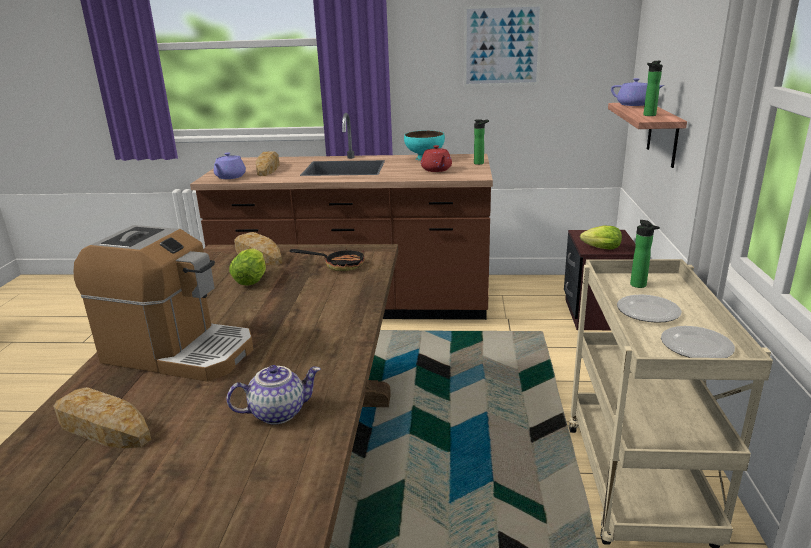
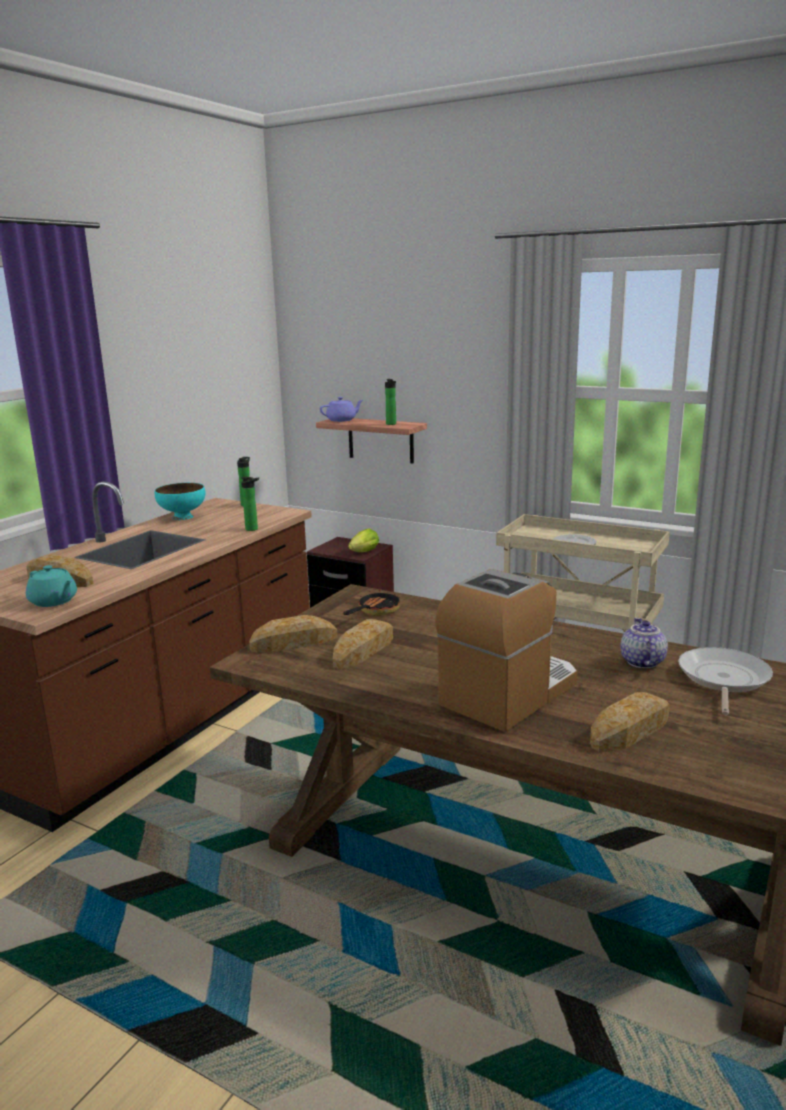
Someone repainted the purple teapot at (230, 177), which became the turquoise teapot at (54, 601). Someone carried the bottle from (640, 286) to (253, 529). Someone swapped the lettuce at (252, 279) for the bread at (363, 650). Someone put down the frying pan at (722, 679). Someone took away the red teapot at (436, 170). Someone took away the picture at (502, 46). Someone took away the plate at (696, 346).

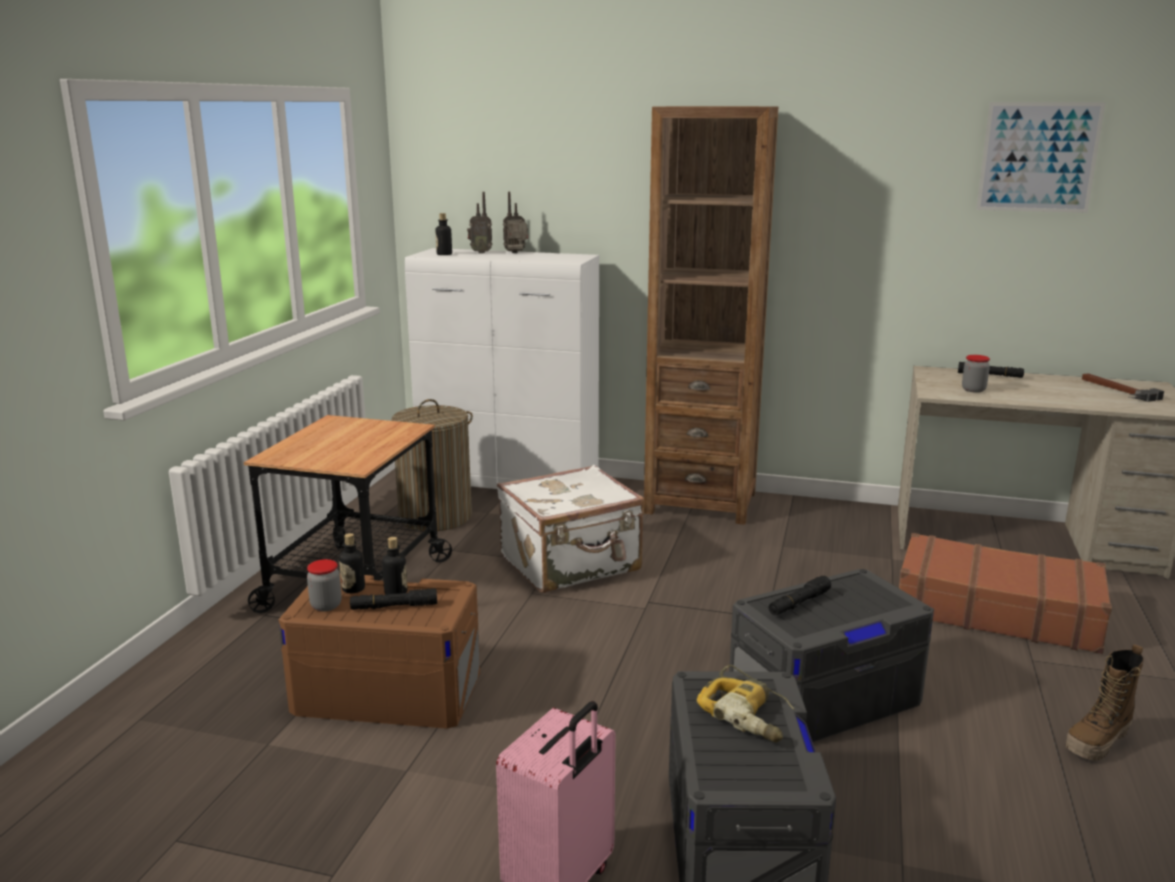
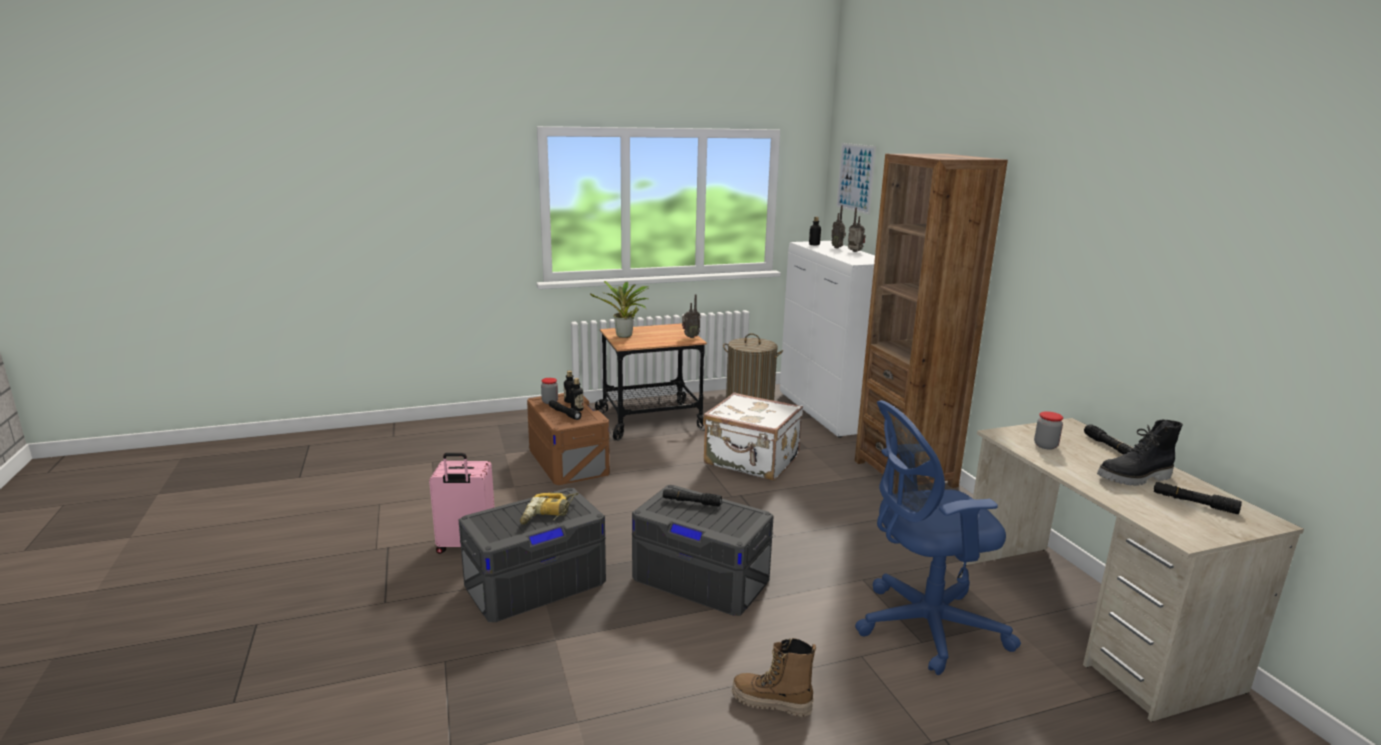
Someone put down the potted plant at (624, 336). Someone put down the radio at (690, 337). Someone carried the picture from (1038, 157) to (855, 178). Someone swapped the brown suitcase at (996, 611) for the blue office chair at (922, 627). Someone put down the black boot at (1135, 478). Someone swapped the hammer at (1116, 390) for the black flashlight at (1194, 503).

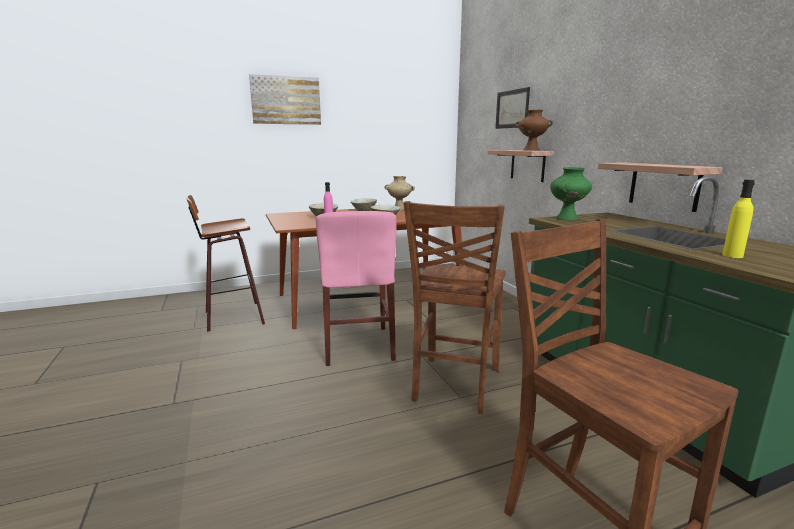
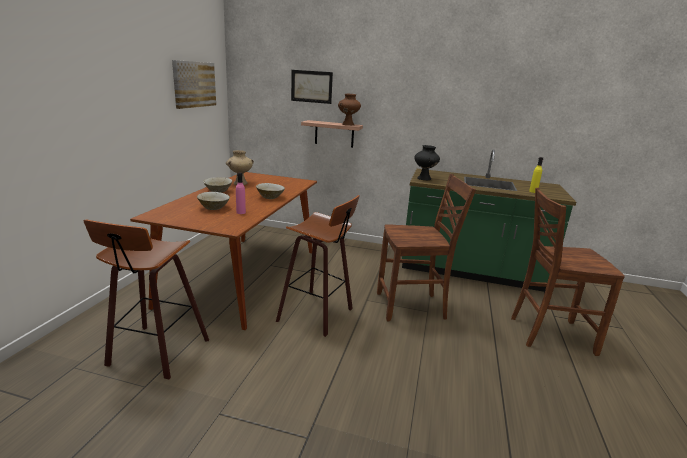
Someone carried the picture from (286, 100) to (194, 84). Someone swapped the pink chair at (358, 345) for the stool at (318, 314). Someone rotated the brown chair at (454, 385) by 60 degrees counterclockwise. Someone repainted the green vase at (567, 219), which became the black vase at (424, 178). Someone took away the shelf at (664, 185).

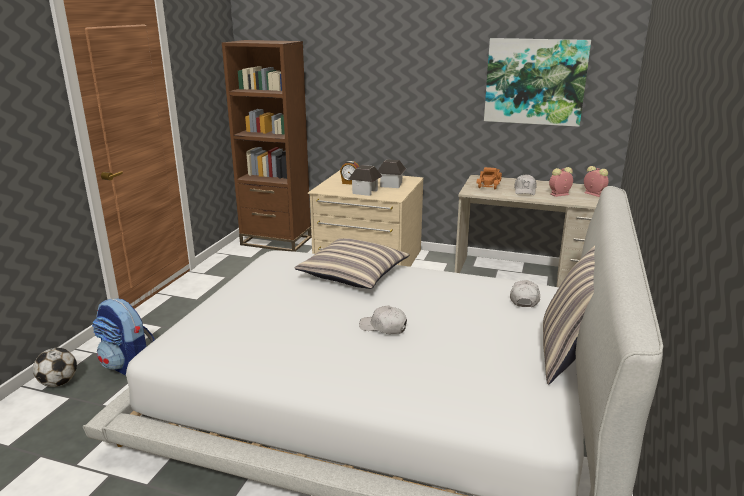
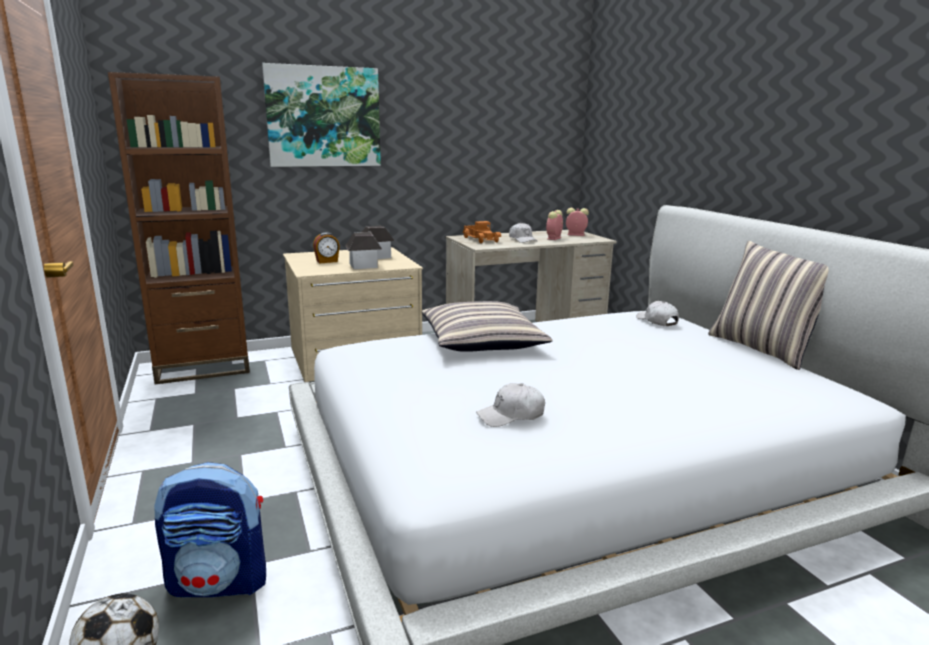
Someone carried the picture from (535, 82) to (323, 117). Someone carried the white cap from (383, 327) to (511, 416).

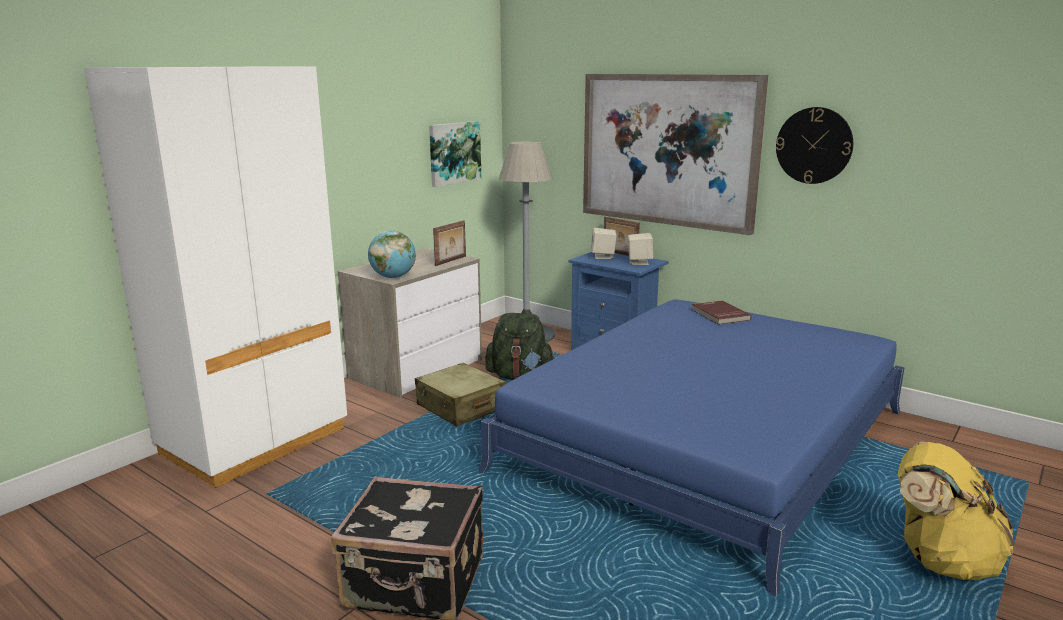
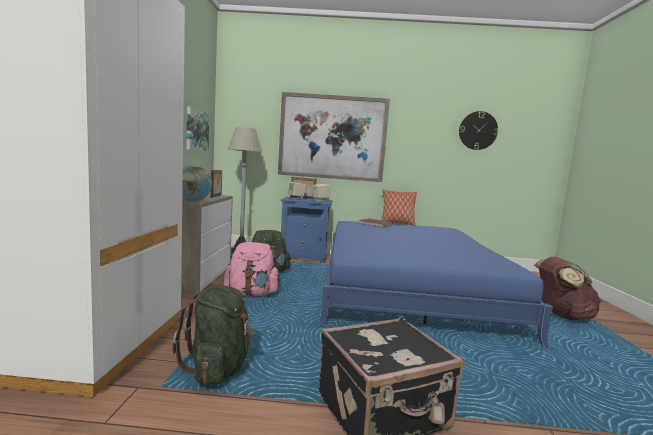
Someone put down the green backpack at (218, 368). Someone swapped the beige suitcase at (461, 407) for the pink backpack at (252, 294). Someone put down the pillow at (397, 223). Someone carried the wall clock from (814, 145) to (478, 130). Someone repainted the yellow backpack at (941, 560), which became the brown backpack at (562, 315).

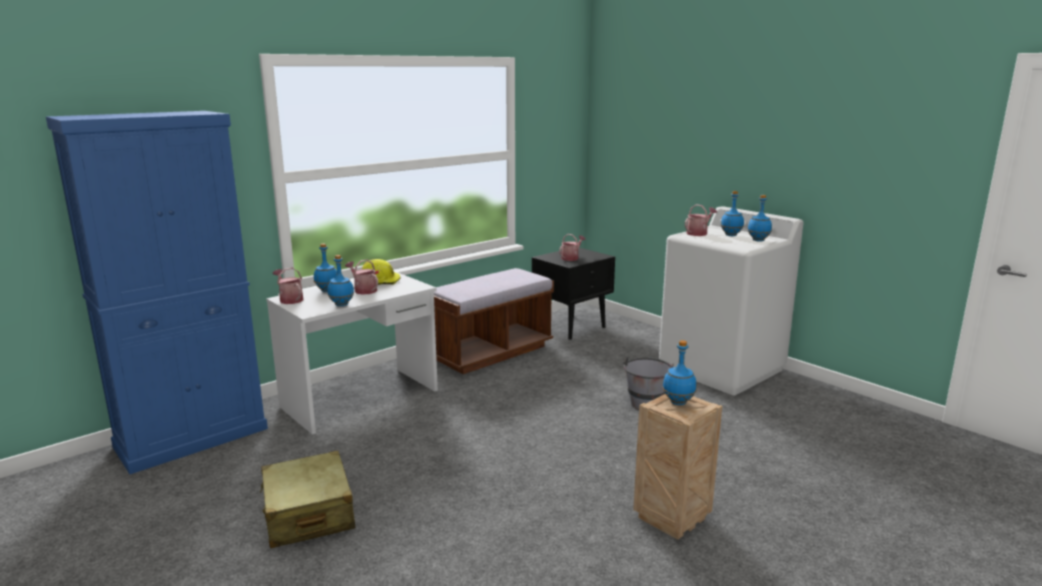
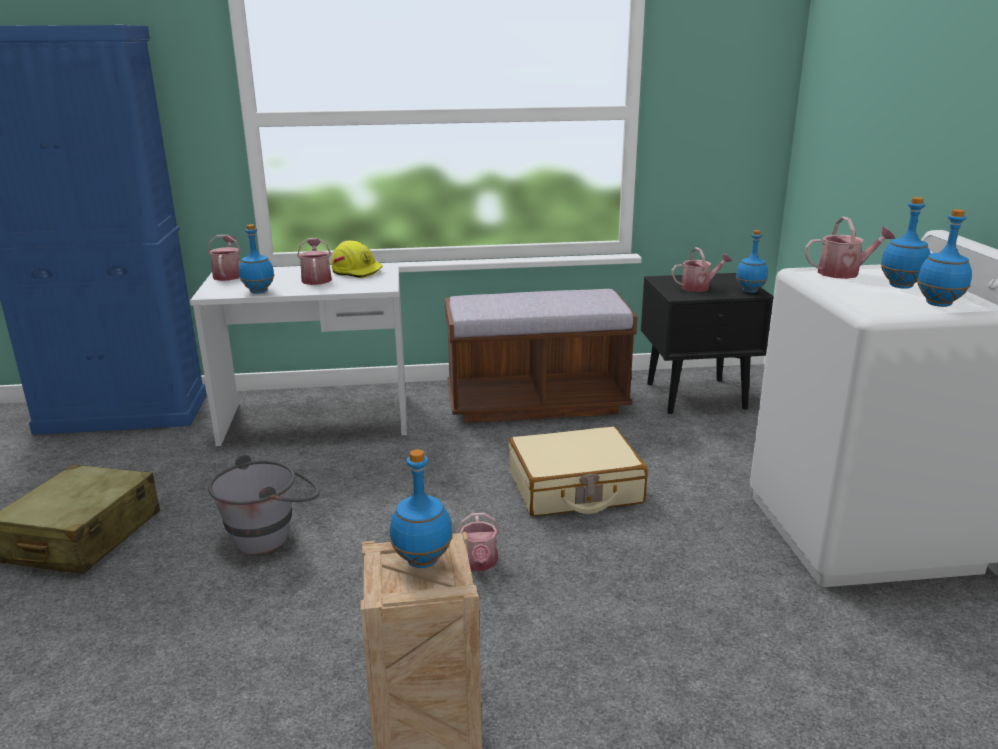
Someone carried the grey bucket from (647, 401) to (272, 534). Someone put down the watering can at (479, 564). Someone put down the beige suitcase at (574, 488). Someone carried the blue bottle from (327, 290) to (750, 291).

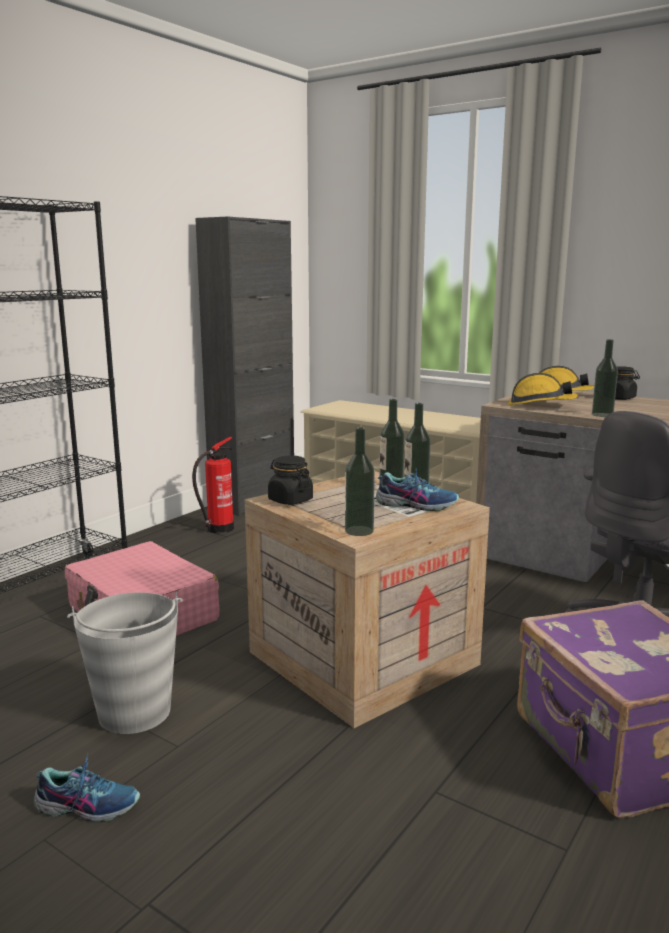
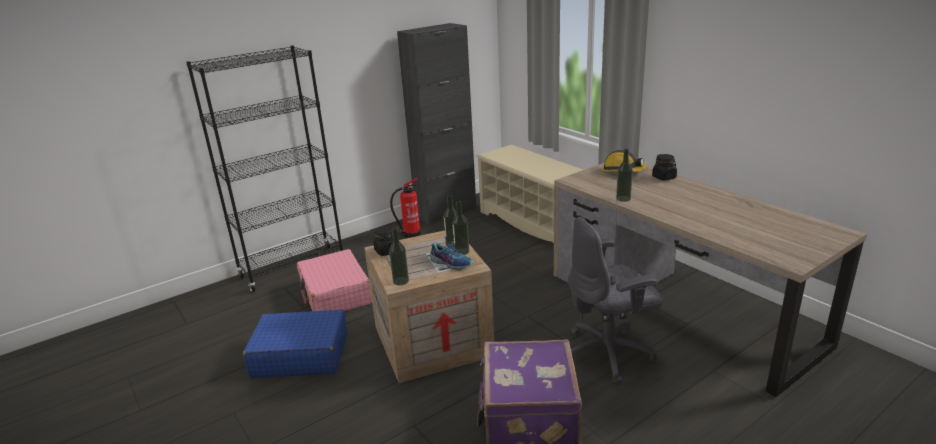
Someone swapped the grey bucket at (134, 713) for the blue suitcase at (300, 355). Someone took away the shoe at (88, 806). Someone took away the hard hat at (540, 405).

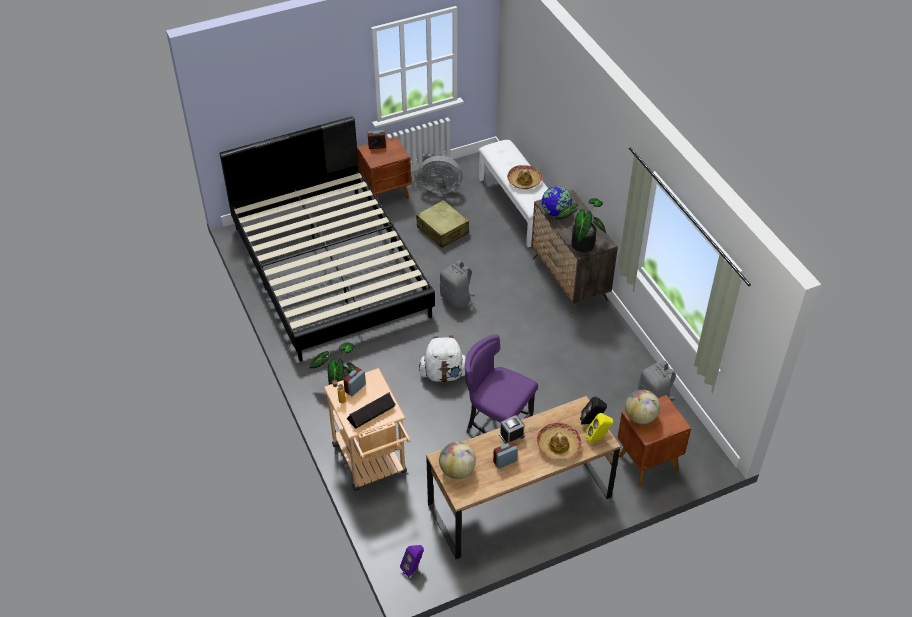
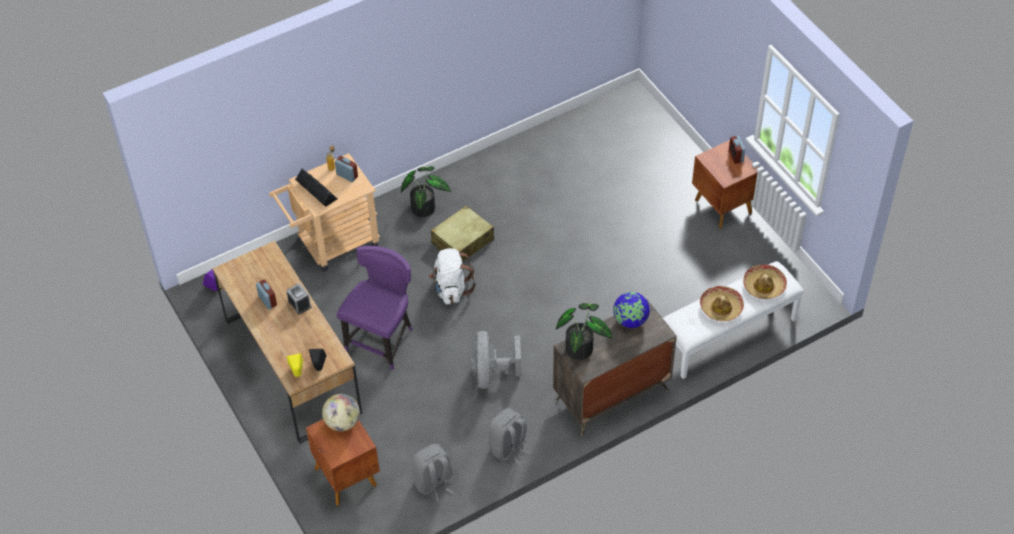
Someone carried the beige suitcase from (442, 230) to (462, 241). Someone carried the grey fan from (439, 188) to (491, 374). Someone carried the grey backpack from (456, 298) to (509, 447). Someone carried the hat from (558, 445) to (764, 286). Someone took away the black bed at (330, 270). Someone took away the globe at (457, 470).

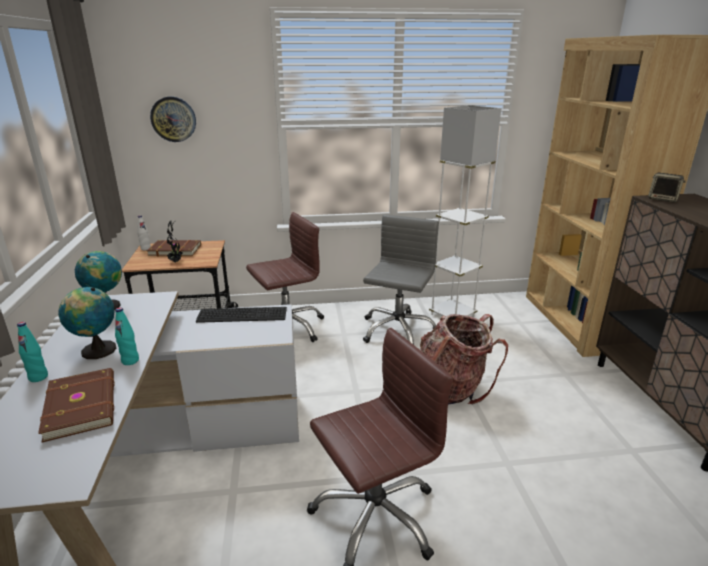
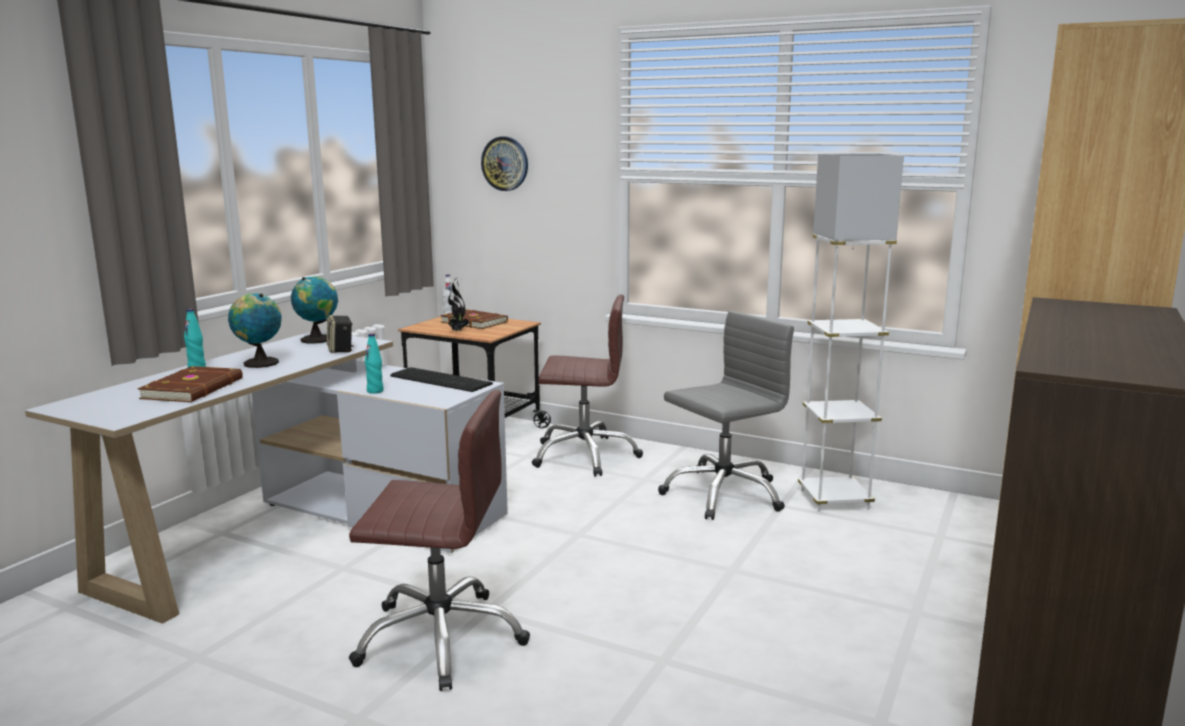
Someone carried the speaker from (663, 199) to (341, 350). Someone carried the turquoise bottle from (130, 361) to (375, 391). Someone took away the backpack at (452, 388).

